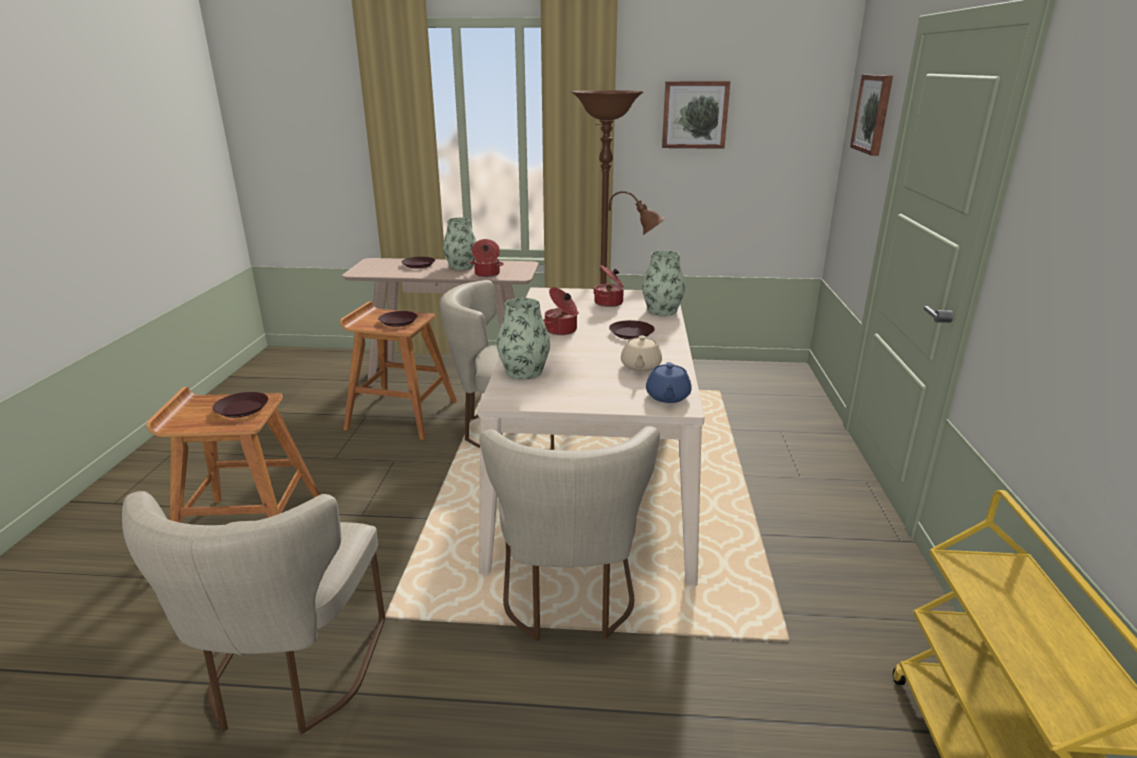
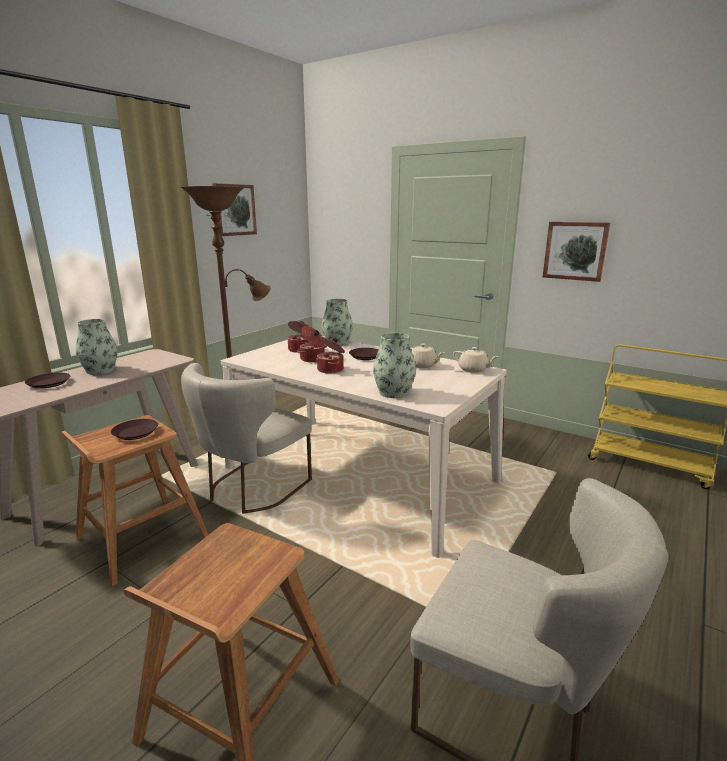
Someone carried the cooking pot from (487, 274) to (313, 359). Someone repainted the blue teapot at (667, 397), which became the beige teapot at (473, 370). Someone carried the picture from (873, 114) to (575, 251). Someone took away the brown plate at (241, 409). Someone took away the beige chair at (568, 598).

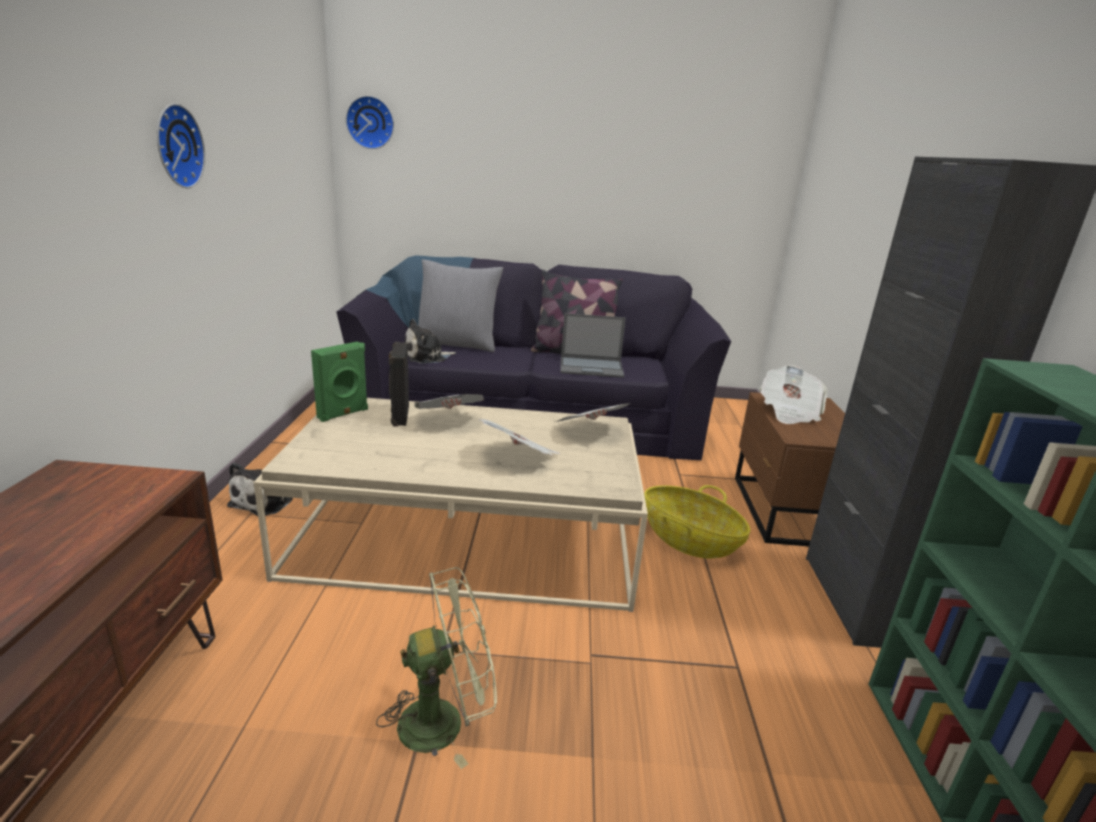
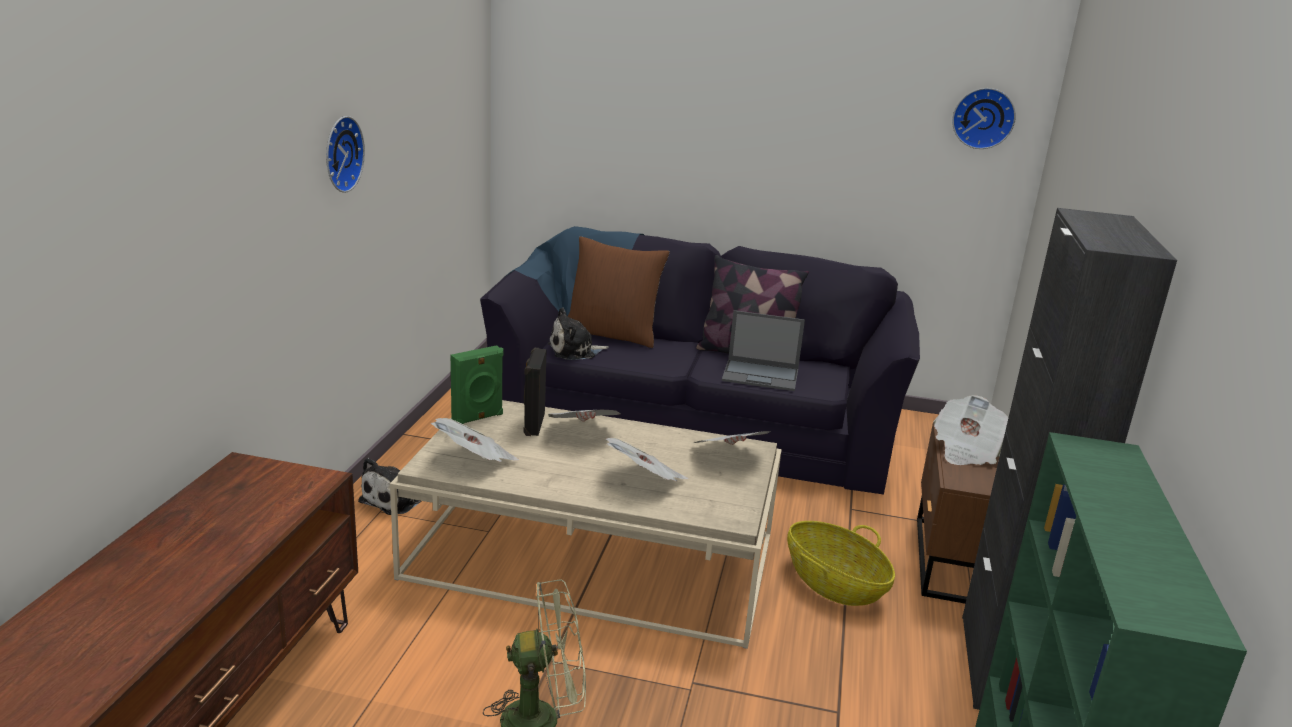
Someone put down the newspaper at (476, 460). Someone repainted the grey pillow at (457, 343), which became the brown pillow at (612, 334). Someone carried the wall clock from (371, 122) to (983, 118).

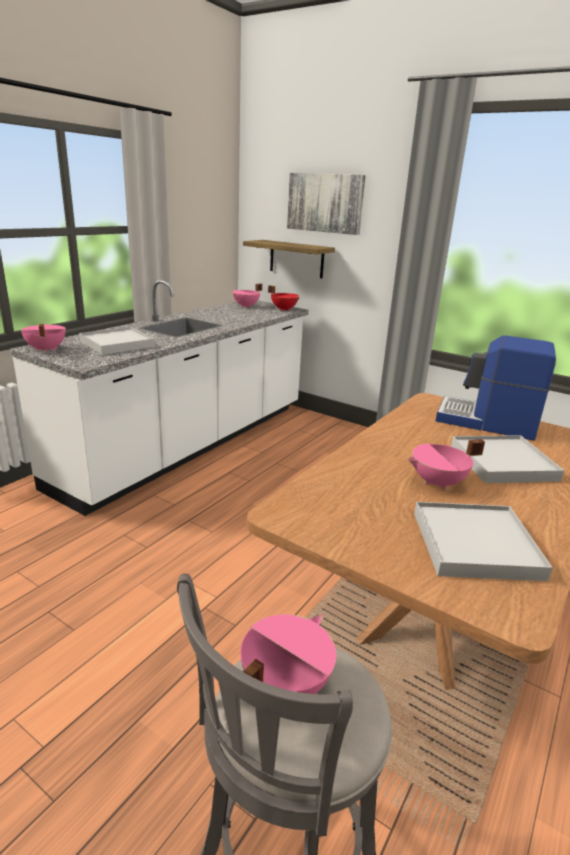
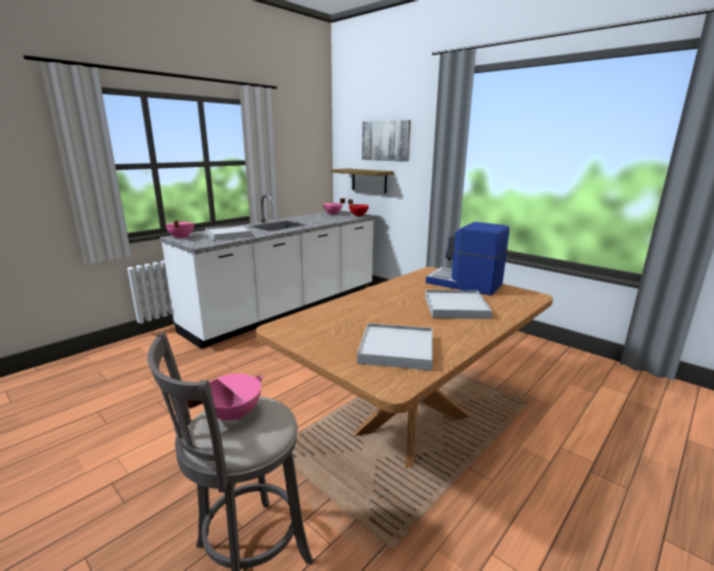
Someone took away the pink cooking pot at (438, 483).

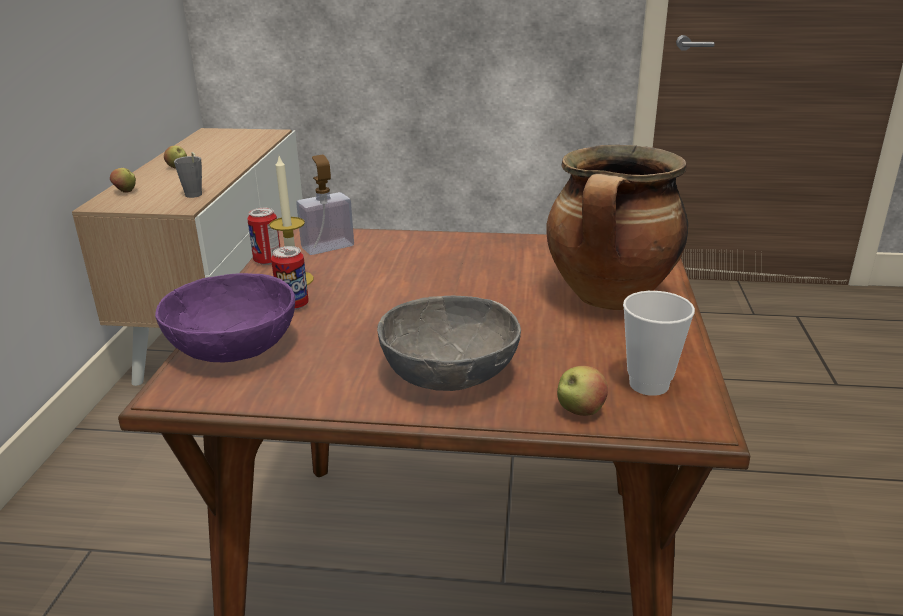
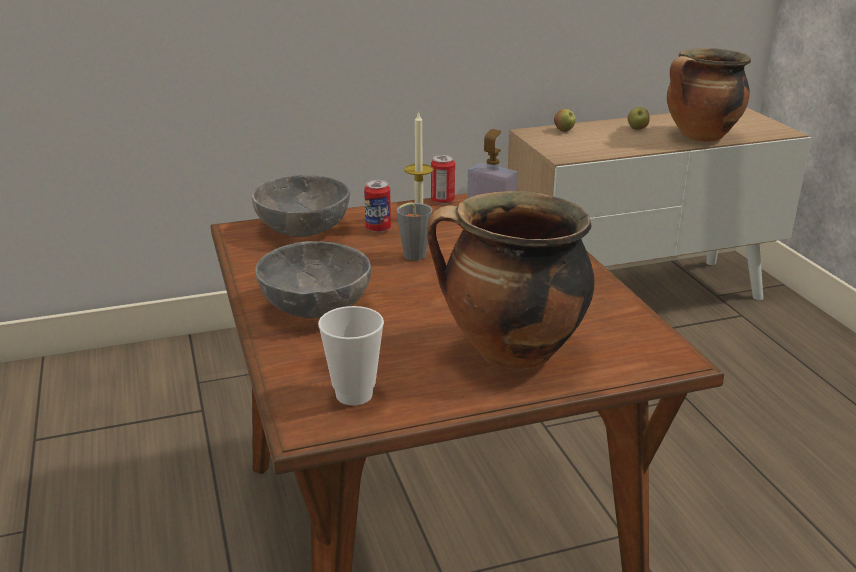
Someone repainted the purple bowl at (233, 348), which became the grey bowl at (303, 228). Someone carried the grey cup from (194, 196) to (411, 257). Someone put down the cooking pot at (700, 137). Someone took away the apple at (580, 411).

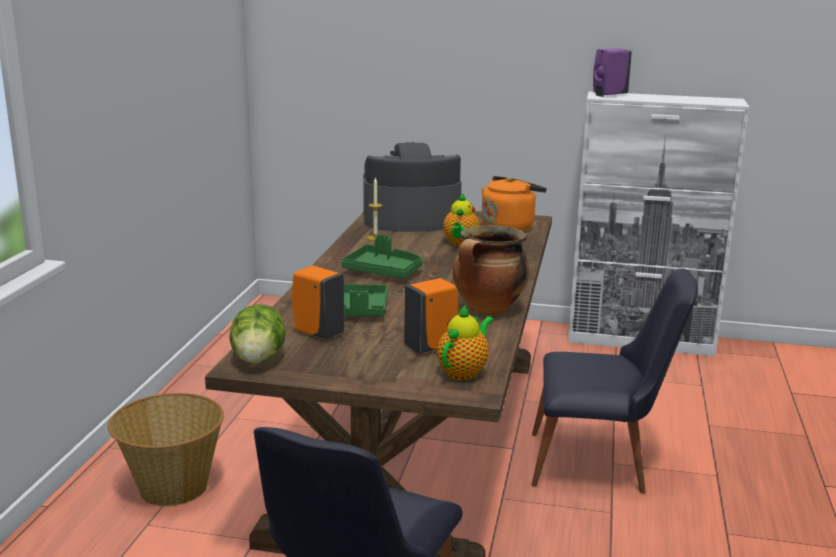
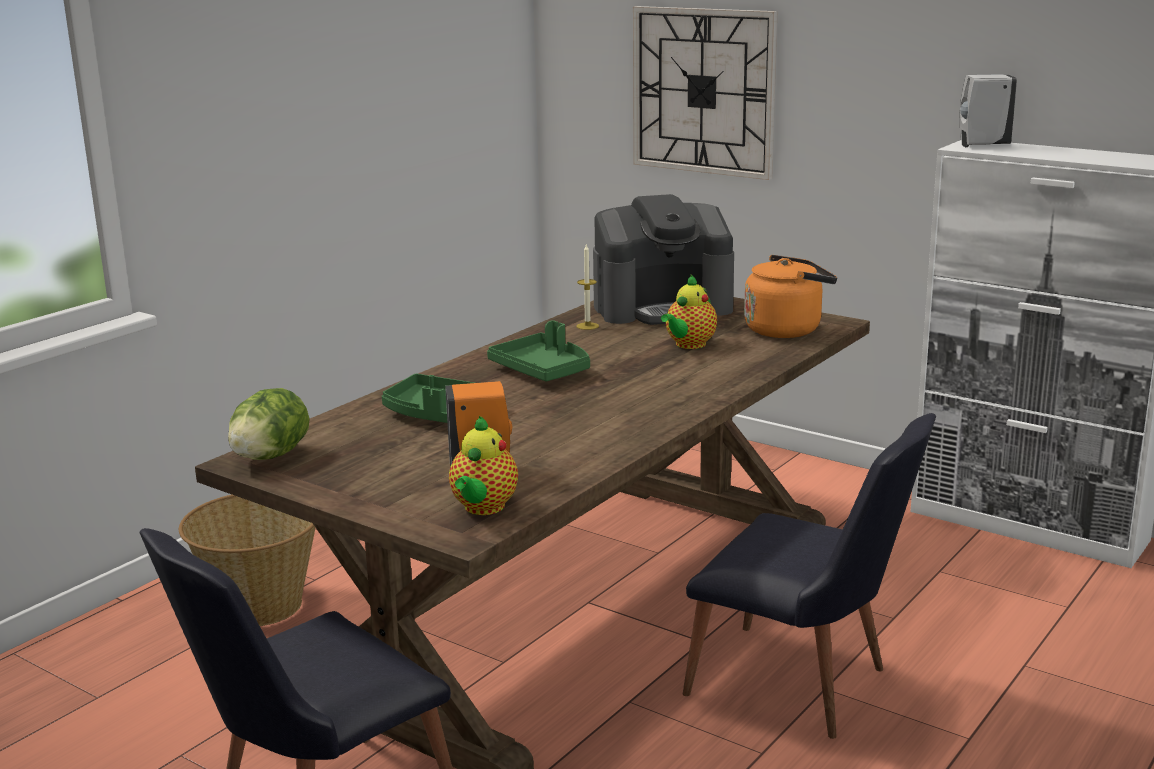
Someone rotated the teapot at (464, 372) by 135 degrees clockwise. Someone rotated the coffee machine at (410, 220) by 150 degrees clockwise. Someone put up the wall clock at (703, 91). Someone repainted the purple soap dispenser at (608, 95), which became the white soap dispenser at (981, 145). Someone took away the orange soap dispenser at (317, 333). Someone took away the cooking pot at (488, 310).

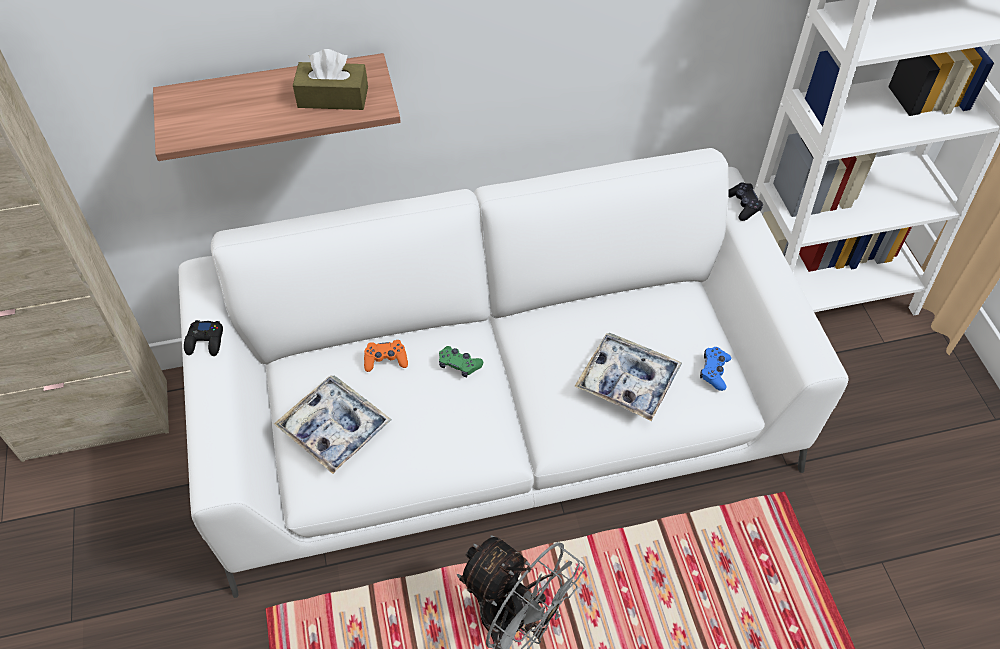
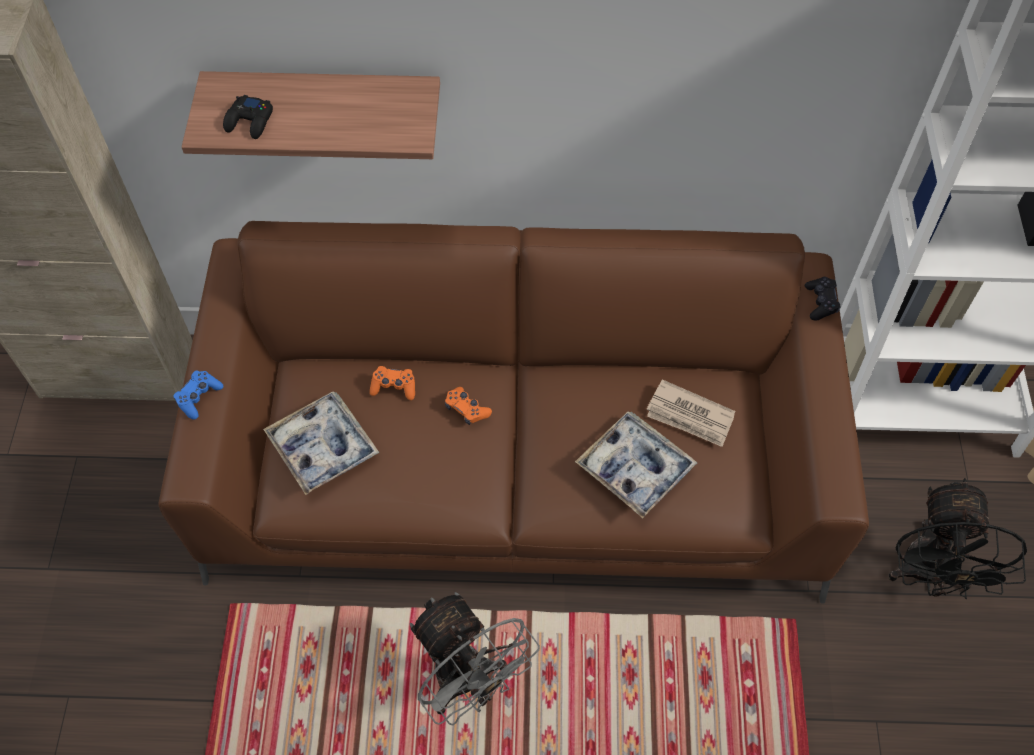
Someone repainted the white sofa at (500, 419), which became the brown sofa at (517, 466). Someone carried the blue game controller from (714, 371) to (199, 397). Someone carried the black game controller from (205, 341) to (250, 122). Someone repainted the green game controller at (459, 365), which became the orange game controller at (466, 409). Someone put down the newspaper at (690, 416). Someone put down the black fan at (928, 576). Someone took away the brown tissue box at (333, 97).

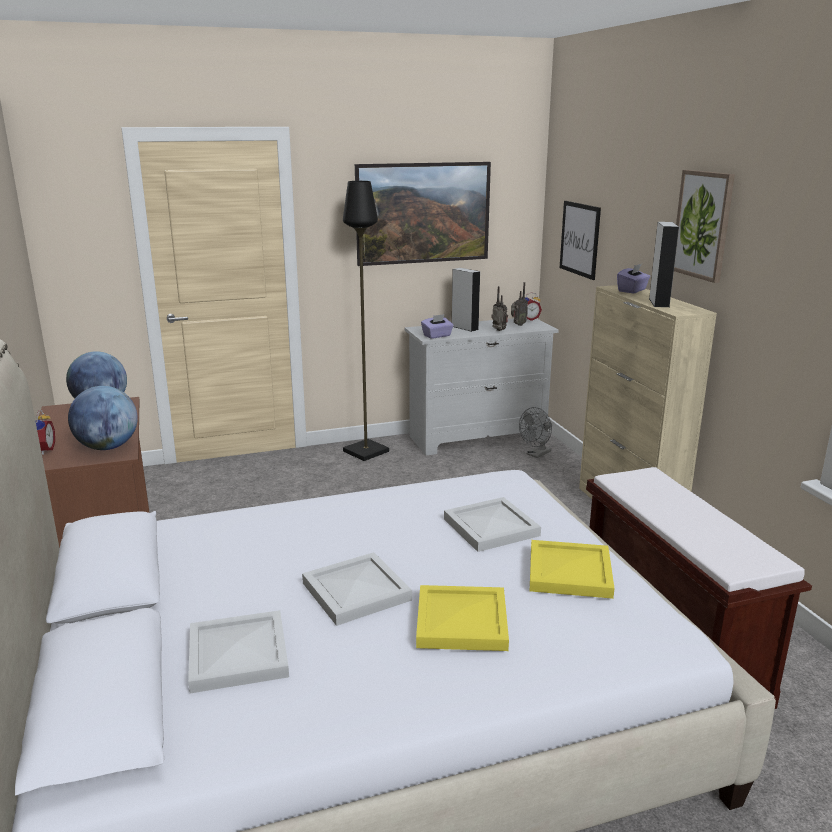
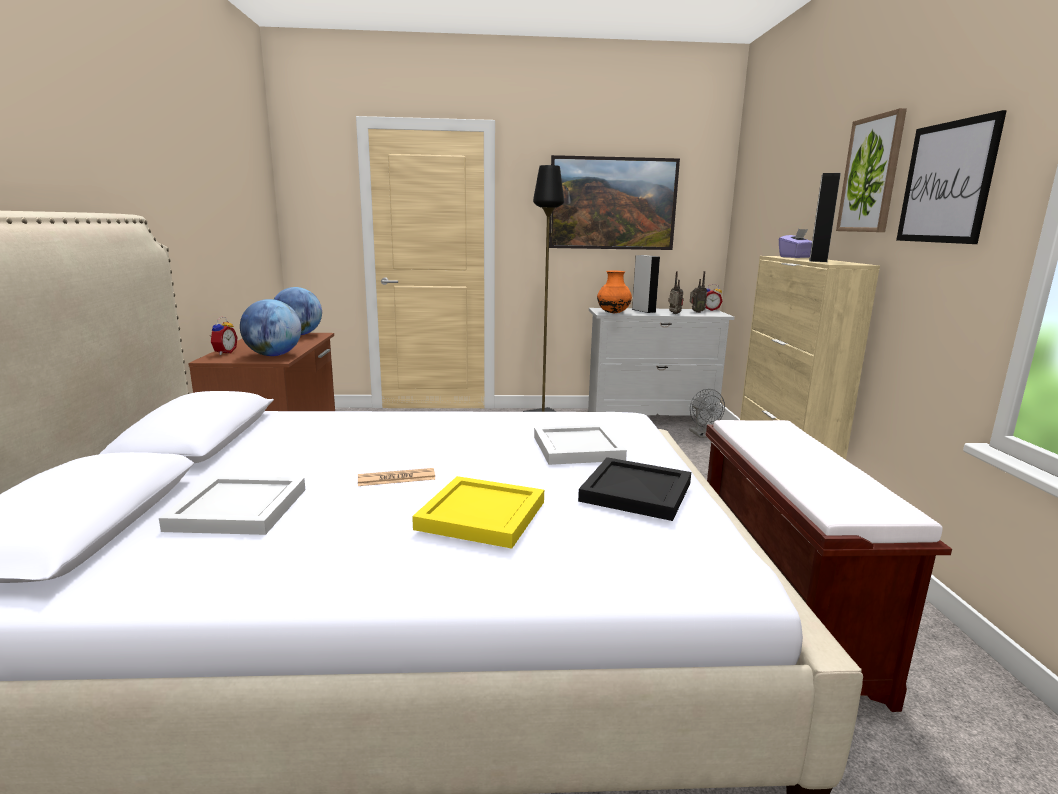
Someone swapped the white tray at (355, 592) for the newspaper at (396, 478). Someone repainted the yellow tray at (568, 571), which became the black tray at (635, 491). Someone swapped the purple tissue box at (437, 336) for the orange vase at (613, 313). Someone rotated the grey fan at (536, 454) by 75 degrees counterclockwise. Someone carried the picture from (580, 239) to (946, 183).

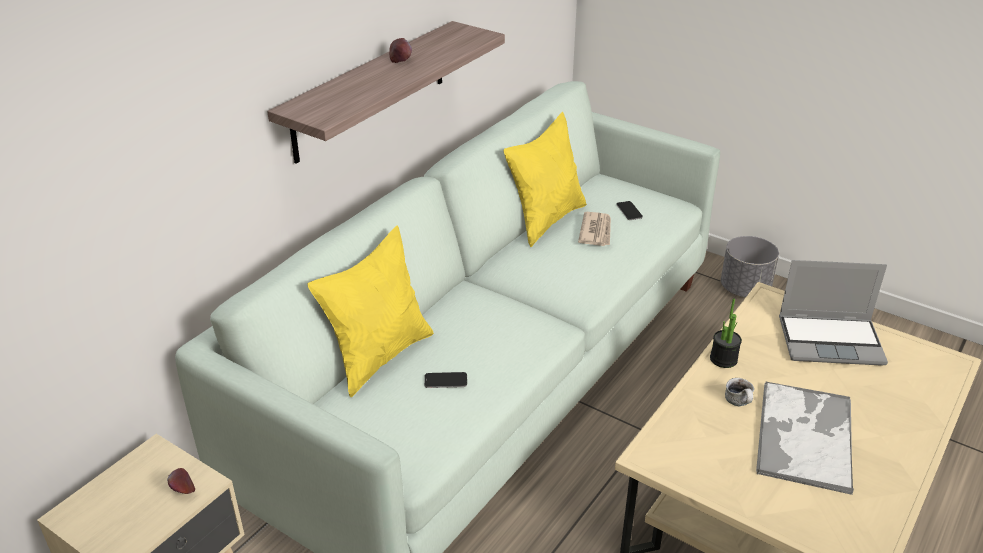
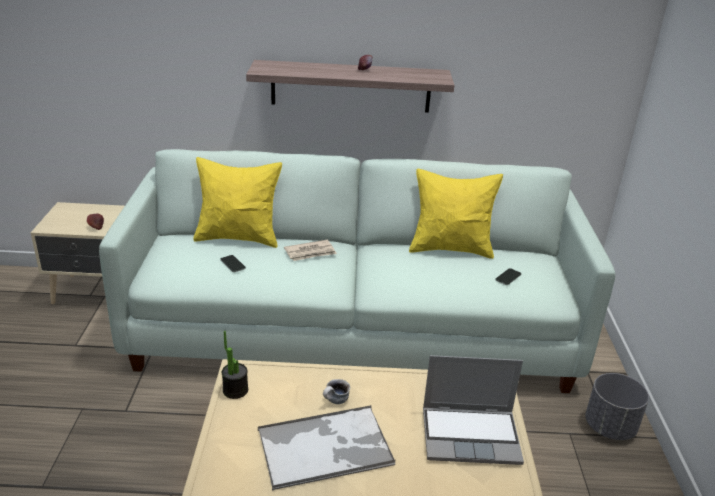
Someone carried the potted plant from (723, 359) to (235, 390). Someone carried the newspaper from (596, 231) to (310, 252). Someone rotated the laptop at (831, 340) by 60 degrees counterclockwise.

